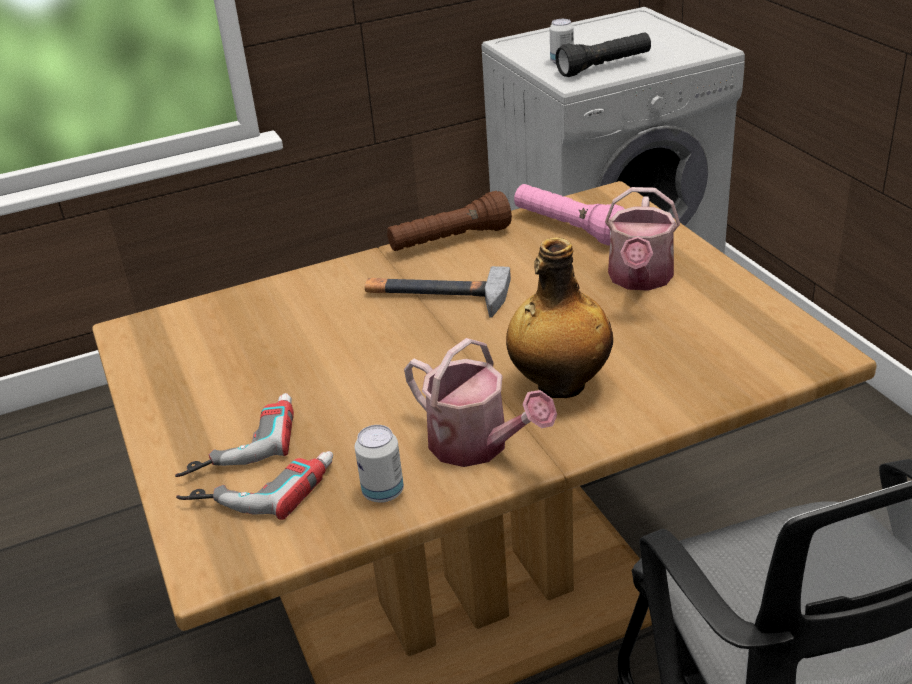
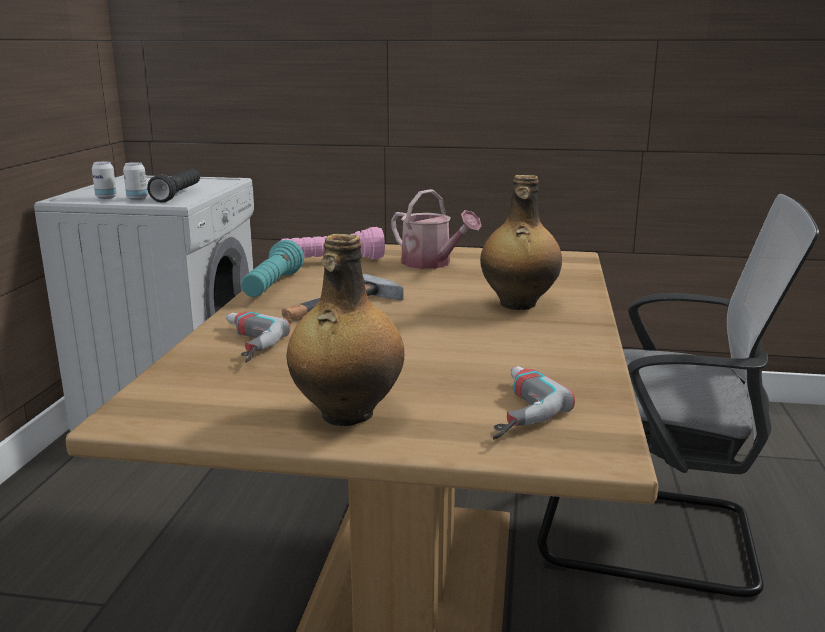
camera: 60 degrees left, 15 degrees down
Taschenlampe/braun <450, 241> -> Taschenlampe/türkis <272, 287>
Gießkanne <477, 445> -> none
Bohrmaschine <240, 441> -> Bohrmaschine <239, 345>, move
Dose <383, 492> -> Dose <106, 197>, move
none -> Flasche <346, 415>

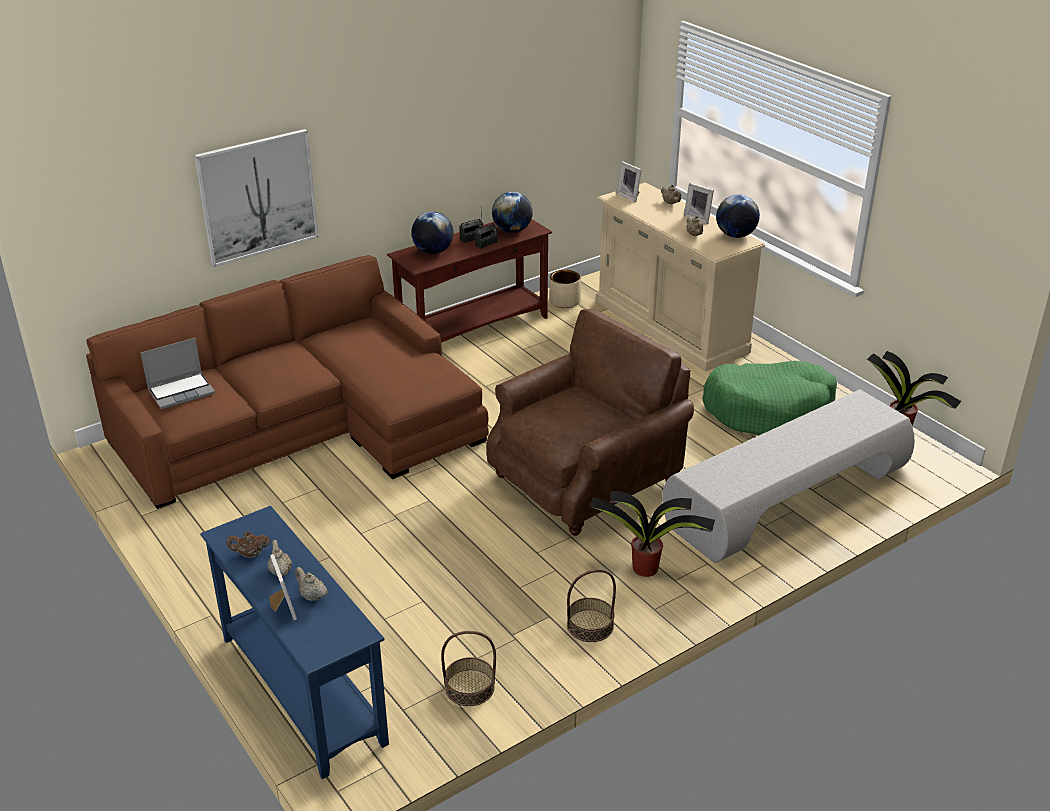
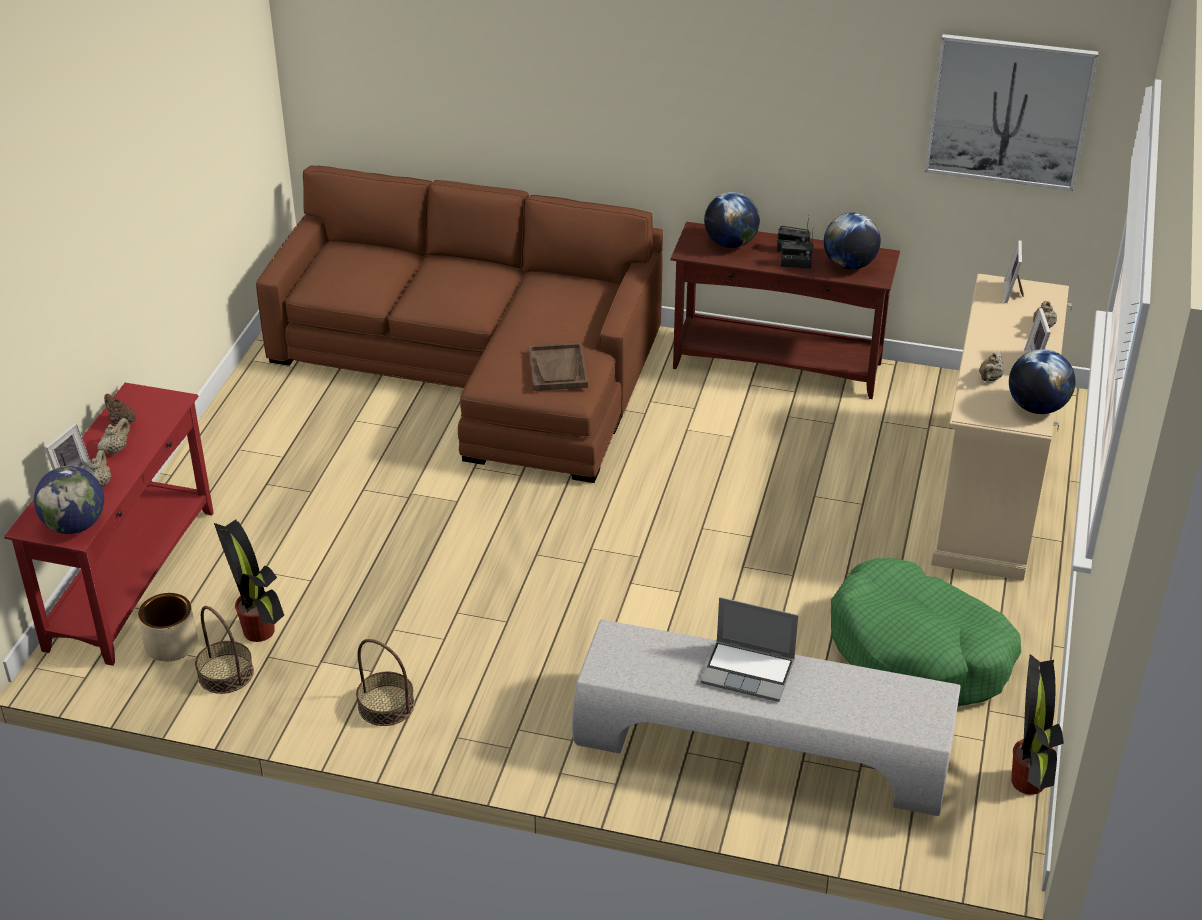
camera: 50 degrees right, 5 degrees up
Bild <258, 197> -> Bild <1009, 111>, move
Pflanzkübel/beige <565, 301> -> Pflanzkübel/beige <172, 644>, move
Sessel/braun <586, 480> -> none
Laptop <182, 391> -> Laptop <749, 672>, move
Topfpflanze <647, 568> -> Topfpflanze <259, 632>, move
Konsolentisch/blau <301, 690> -> Konsolentisch/rot <131, 578>
none -> Tablett/braun <558, 369>
none -> Globus <75, 525>

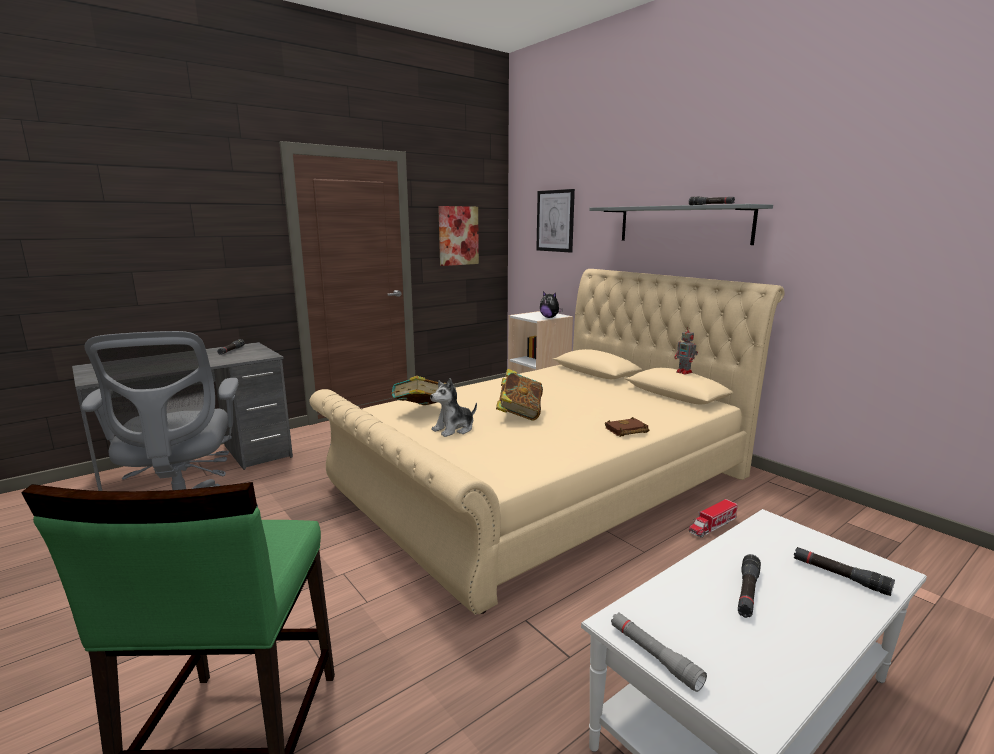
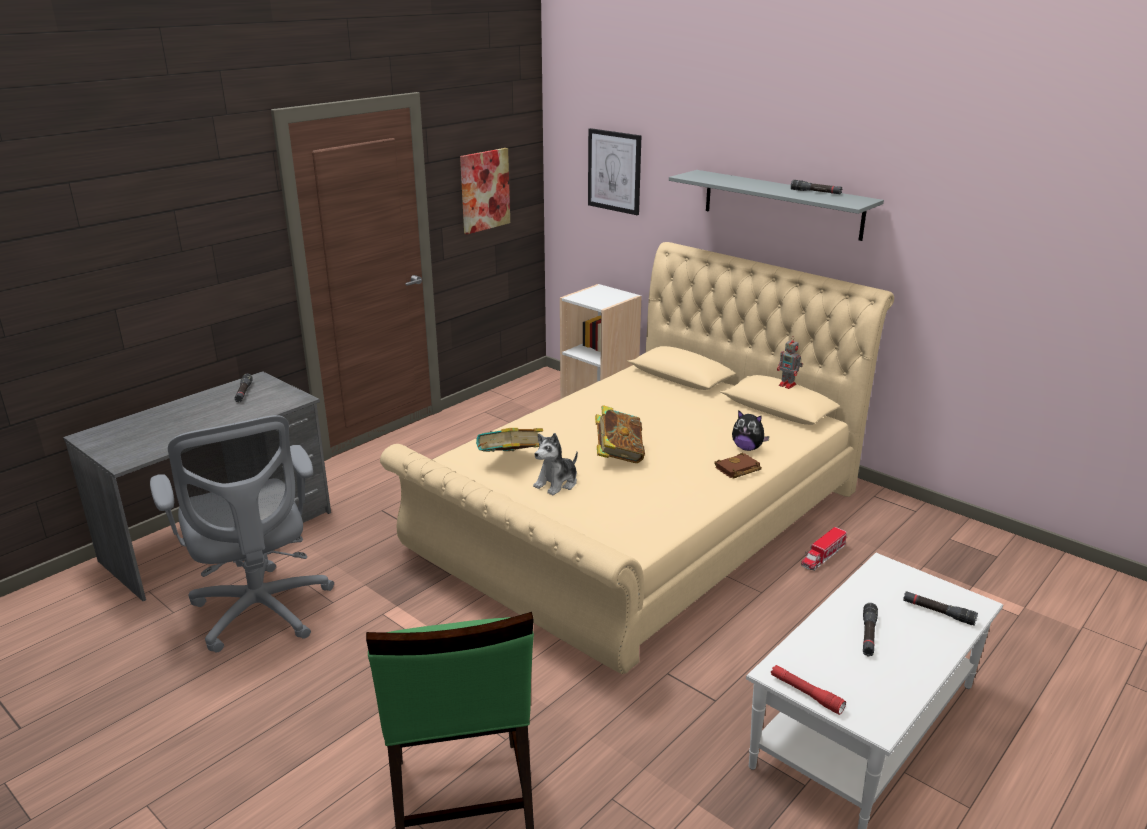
camera: 10 degrees left, 10 degrees up
Plüschtier <549, 317> -> Plüschtier <747, 448>, move
Taschenlampe/grau <654, 656> -> Taschenlampe/rot <806, 694>

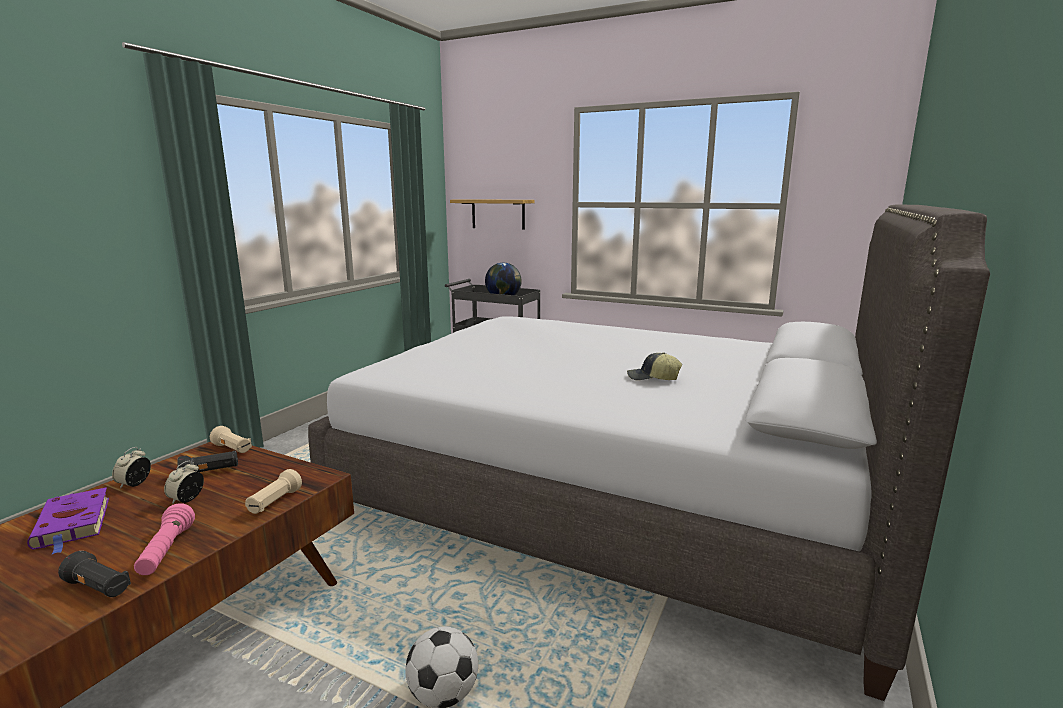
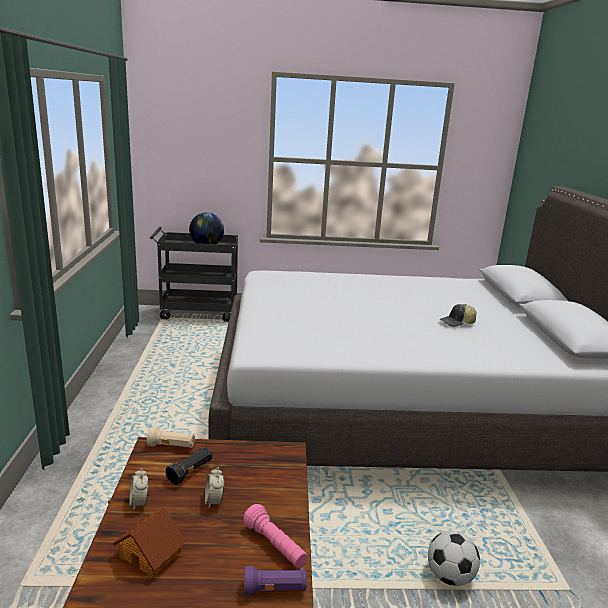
camera: 30 degrees left, 5 degrees up
Wandregal <498, 214> -> none
Taschenlampe/beige <274, 502> -> none
Buch/lila <73, 524> -> Spielzeughaus <151, 554>
Taschenlampe/schwarz <99, 588> -> Taschenlampe/lila <275, 590>

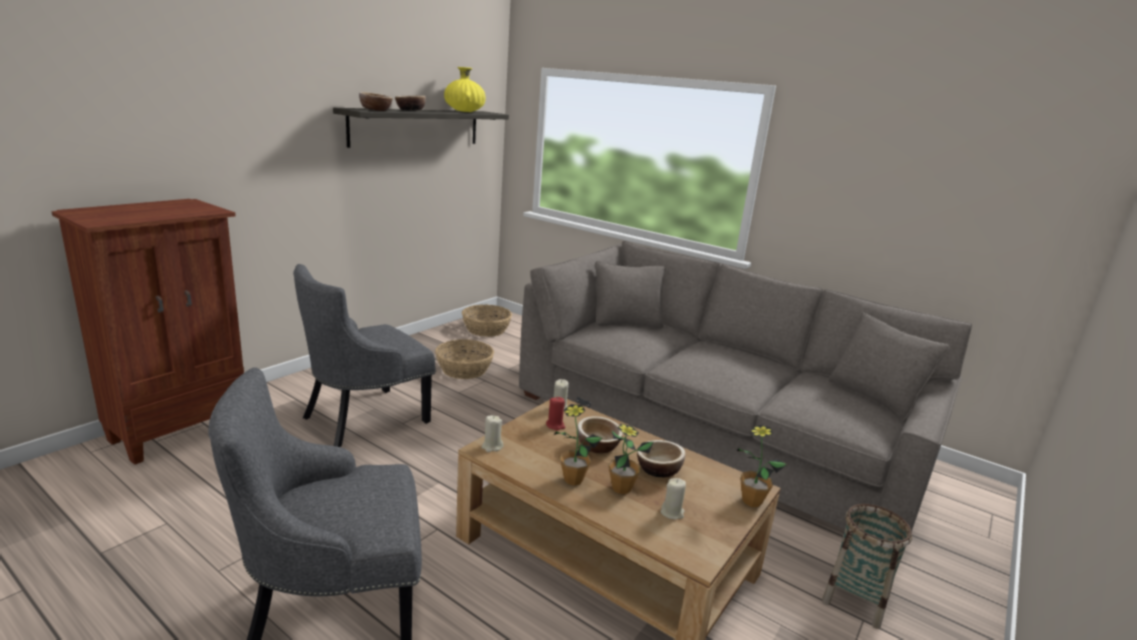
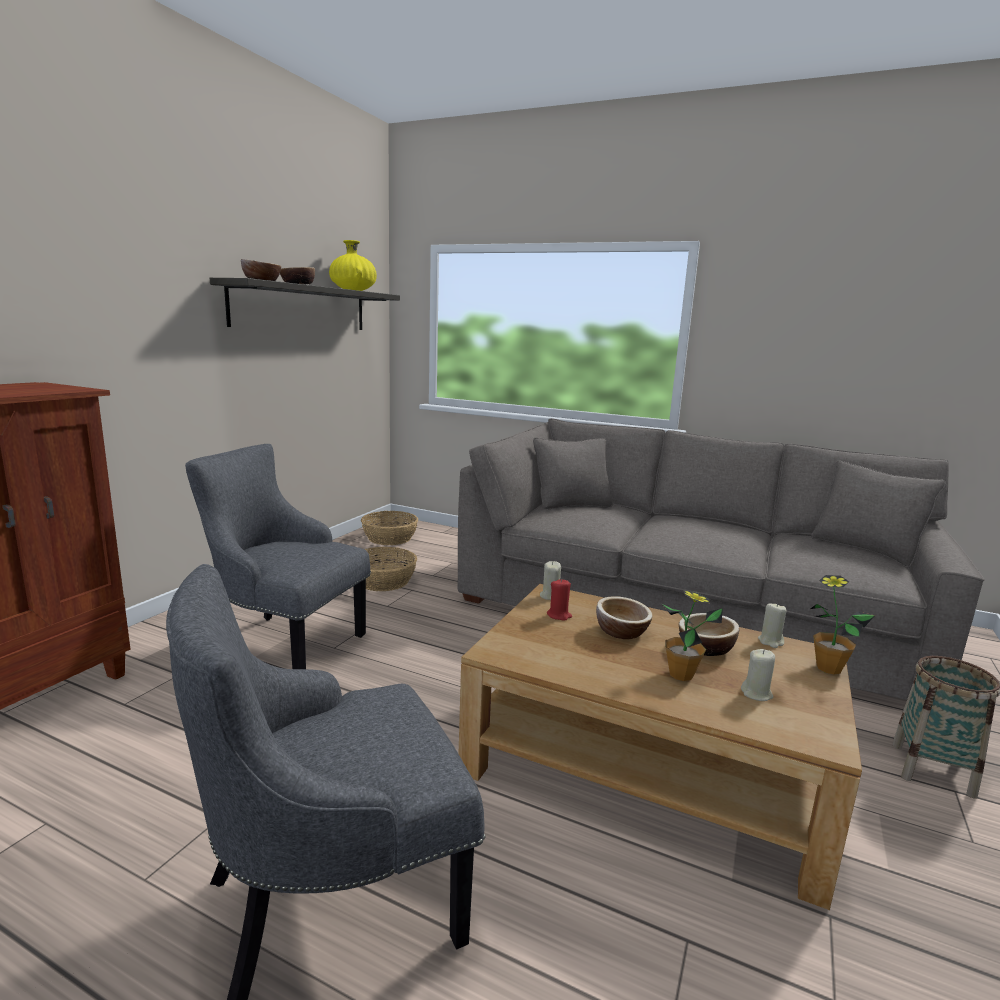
camera: 10 degrees left, 5 degrees down
Sessel/grau <367, 418> -> Sessel/grau <287, 647>, 75 degrees clockwise
Topfpflanze <573, 480> -> none
Kerze/beige <492, 446> -> Kerze/beige <771, 641>, move

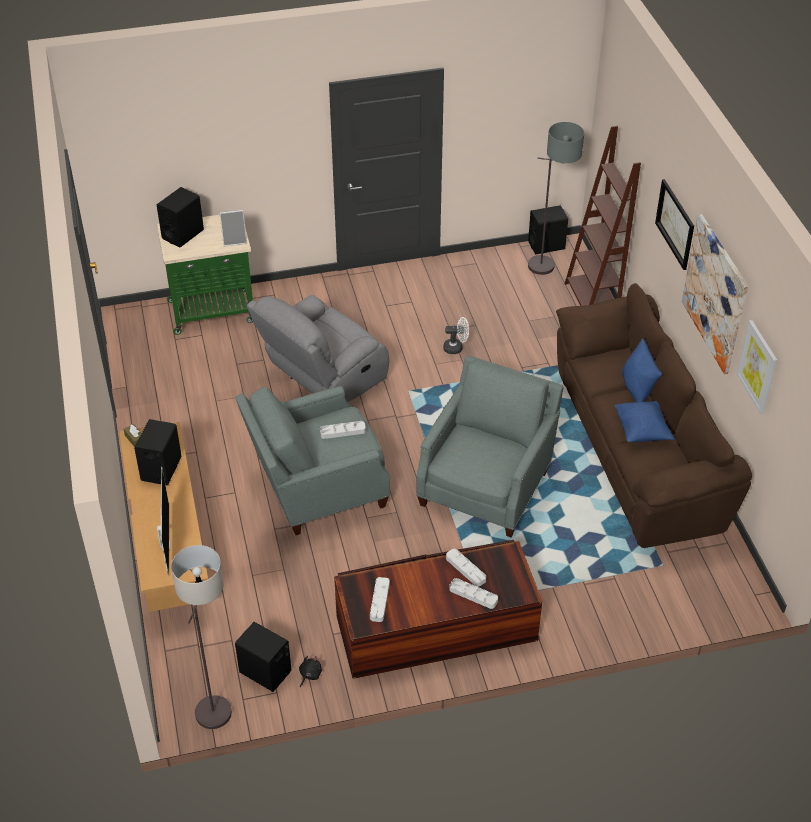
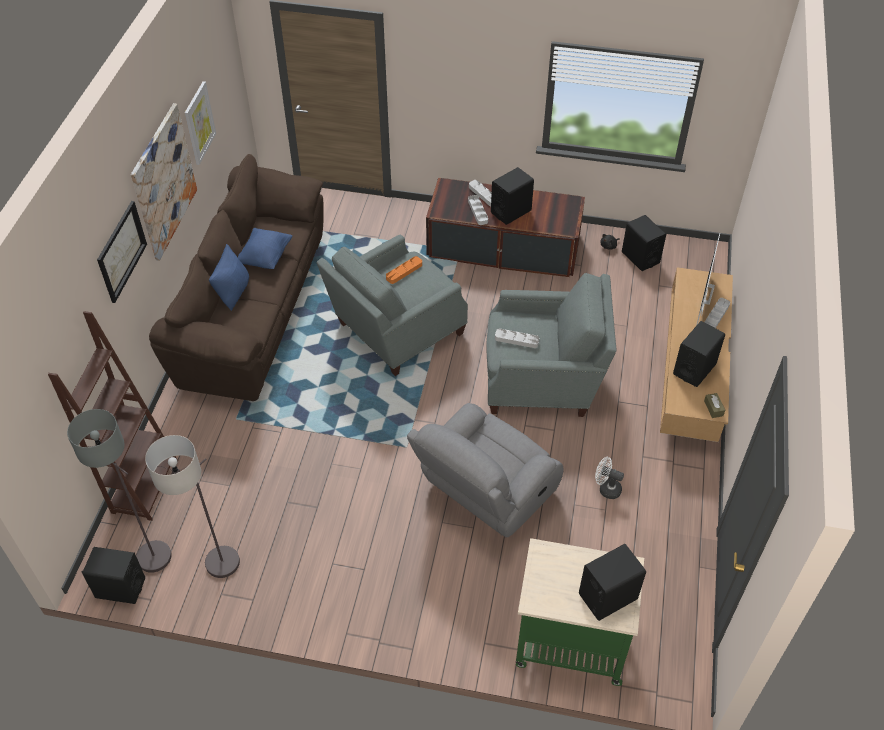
camera: 155 degrees left, 5 degrees up
Bilderrahmen <235, 240> -> none
Sessel/grau <322, 379> -> Sessel/grau <484, 494>, 150 degrees clockwise
Ventilator/weiß <456, 348> -> Ventilator/weiß <606, 488>, move
Stehlampe/grau <217, 704> -> Stehlampe/grau <215, 570>, move
Tablett/grau <379, 601> -> Tablett/grau <716, 316>, move
none -> Lautsprecher/schwarz <511, 211>
none -> Tablett/orange <404, 271>

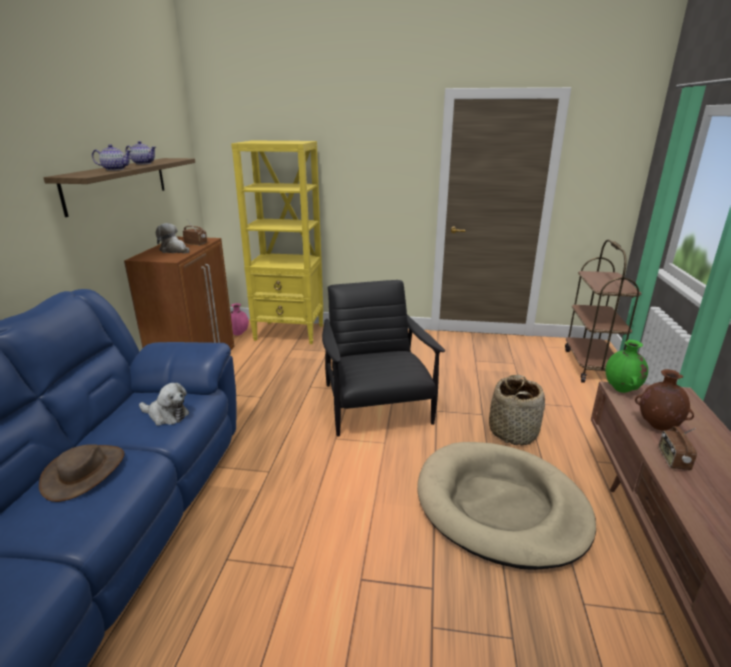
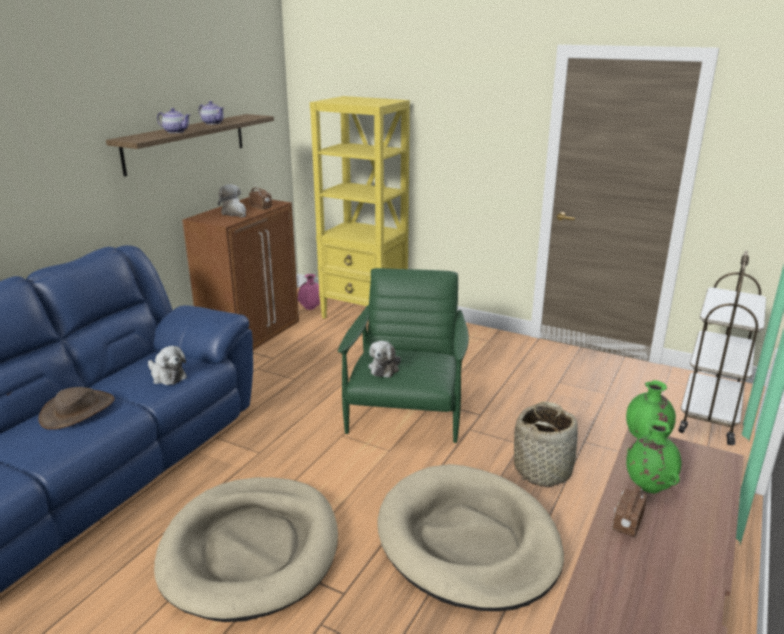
camera: 20 degrees right, 0 degrees up
Rollwagen/braun <590, 366> -> Rollwagen/weiß <710, 414>
Sessel/schwarz <376, 406> -> Sessel/grün <406, 411>
Vase/braun <657, 426> -> Vase/grün <648, 487>
none -> Plüschtier <384, 368>
none -> Hundebett/beige <251, 550>

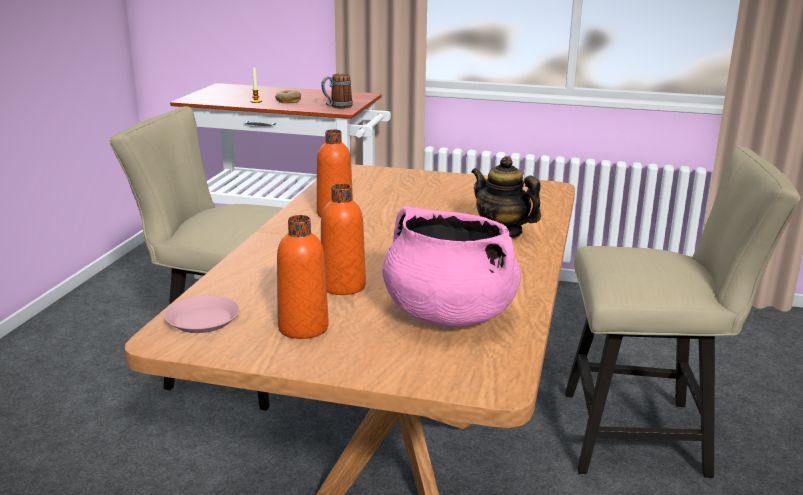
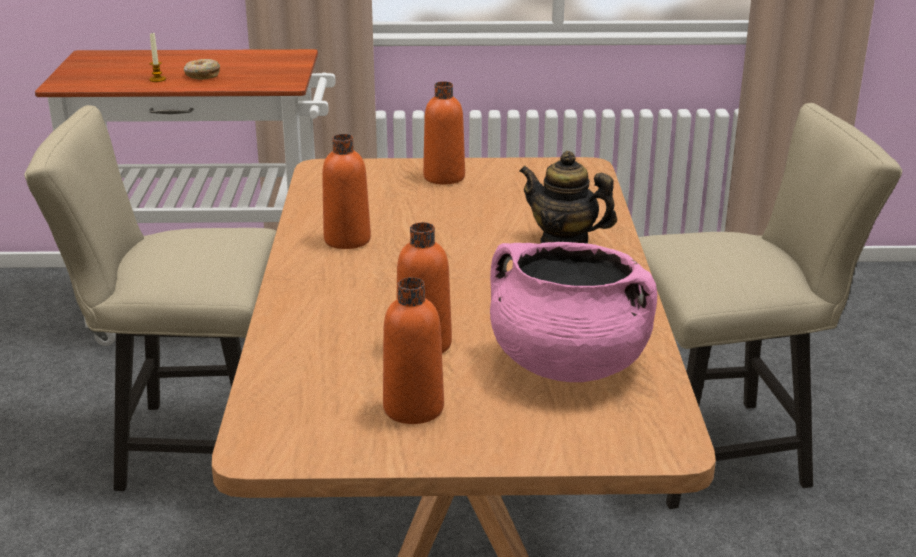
camera: 15 degrees left, 5 degrees up
Henkelbecher <337, 106> -> none
Teller/rosa <202, 320> -> none
none -> Flasche/orange <444, 177>

